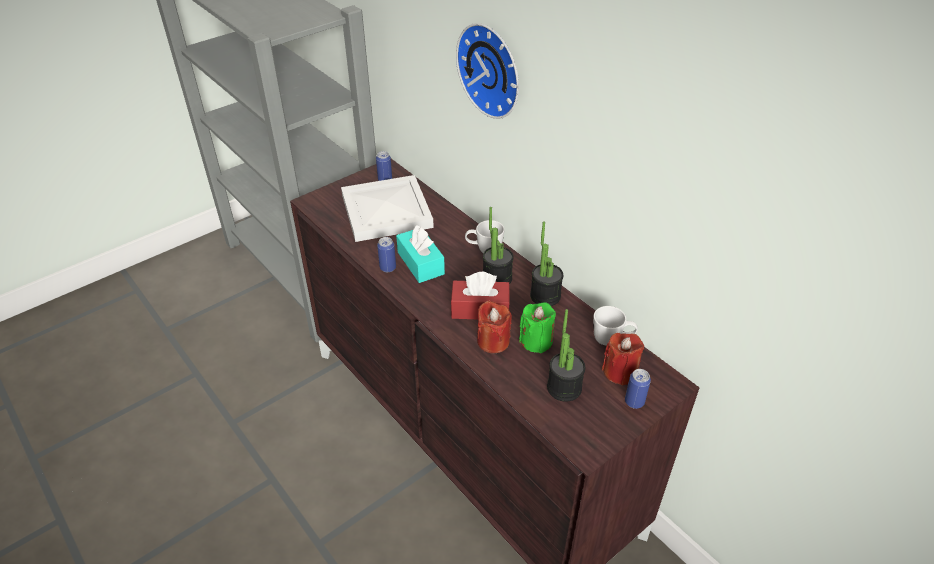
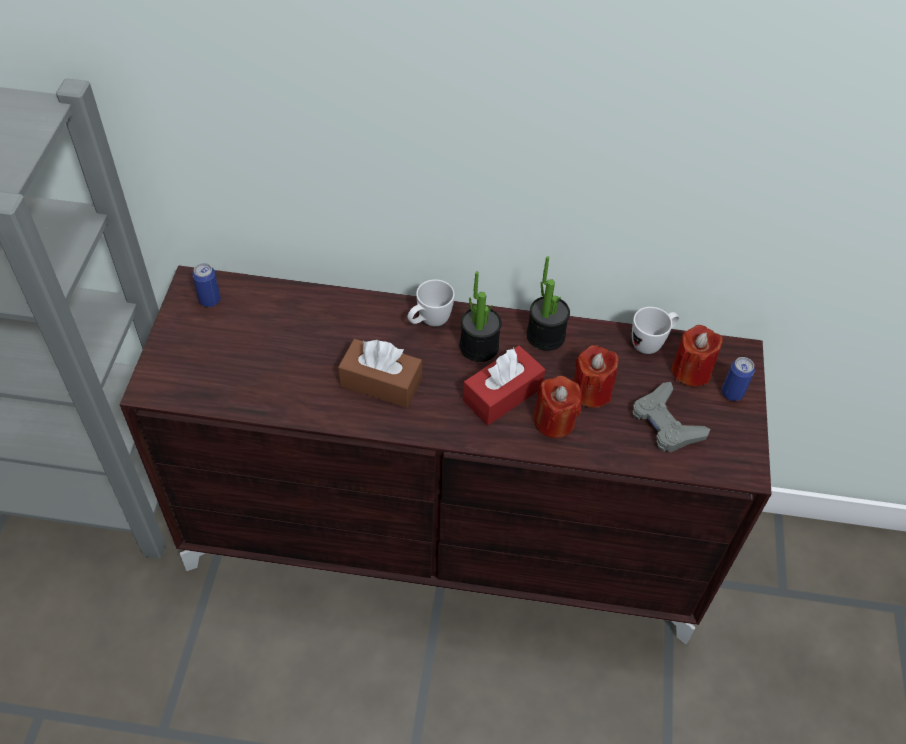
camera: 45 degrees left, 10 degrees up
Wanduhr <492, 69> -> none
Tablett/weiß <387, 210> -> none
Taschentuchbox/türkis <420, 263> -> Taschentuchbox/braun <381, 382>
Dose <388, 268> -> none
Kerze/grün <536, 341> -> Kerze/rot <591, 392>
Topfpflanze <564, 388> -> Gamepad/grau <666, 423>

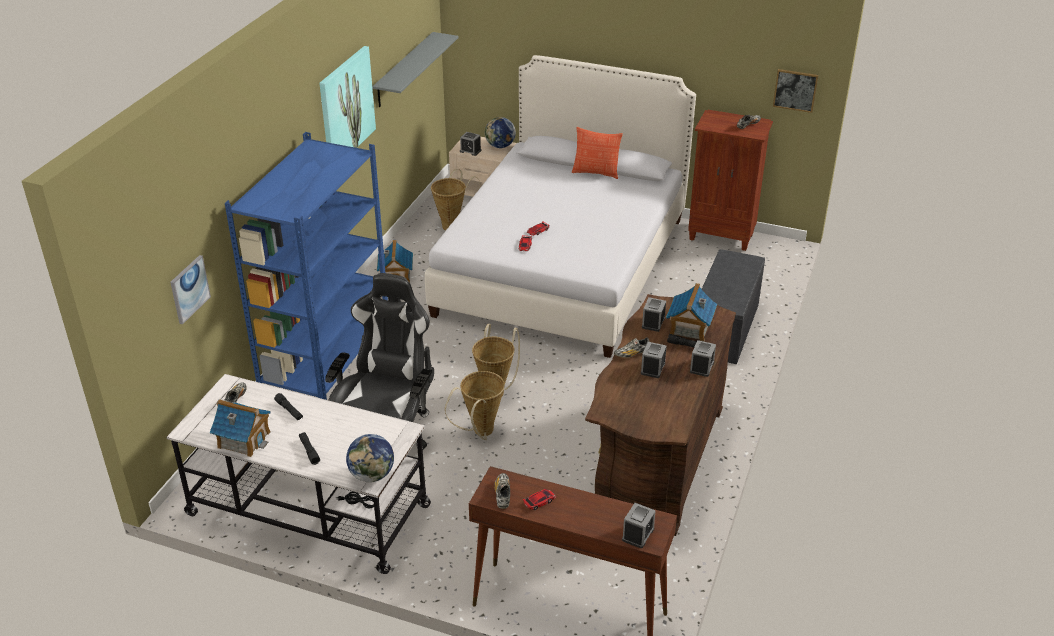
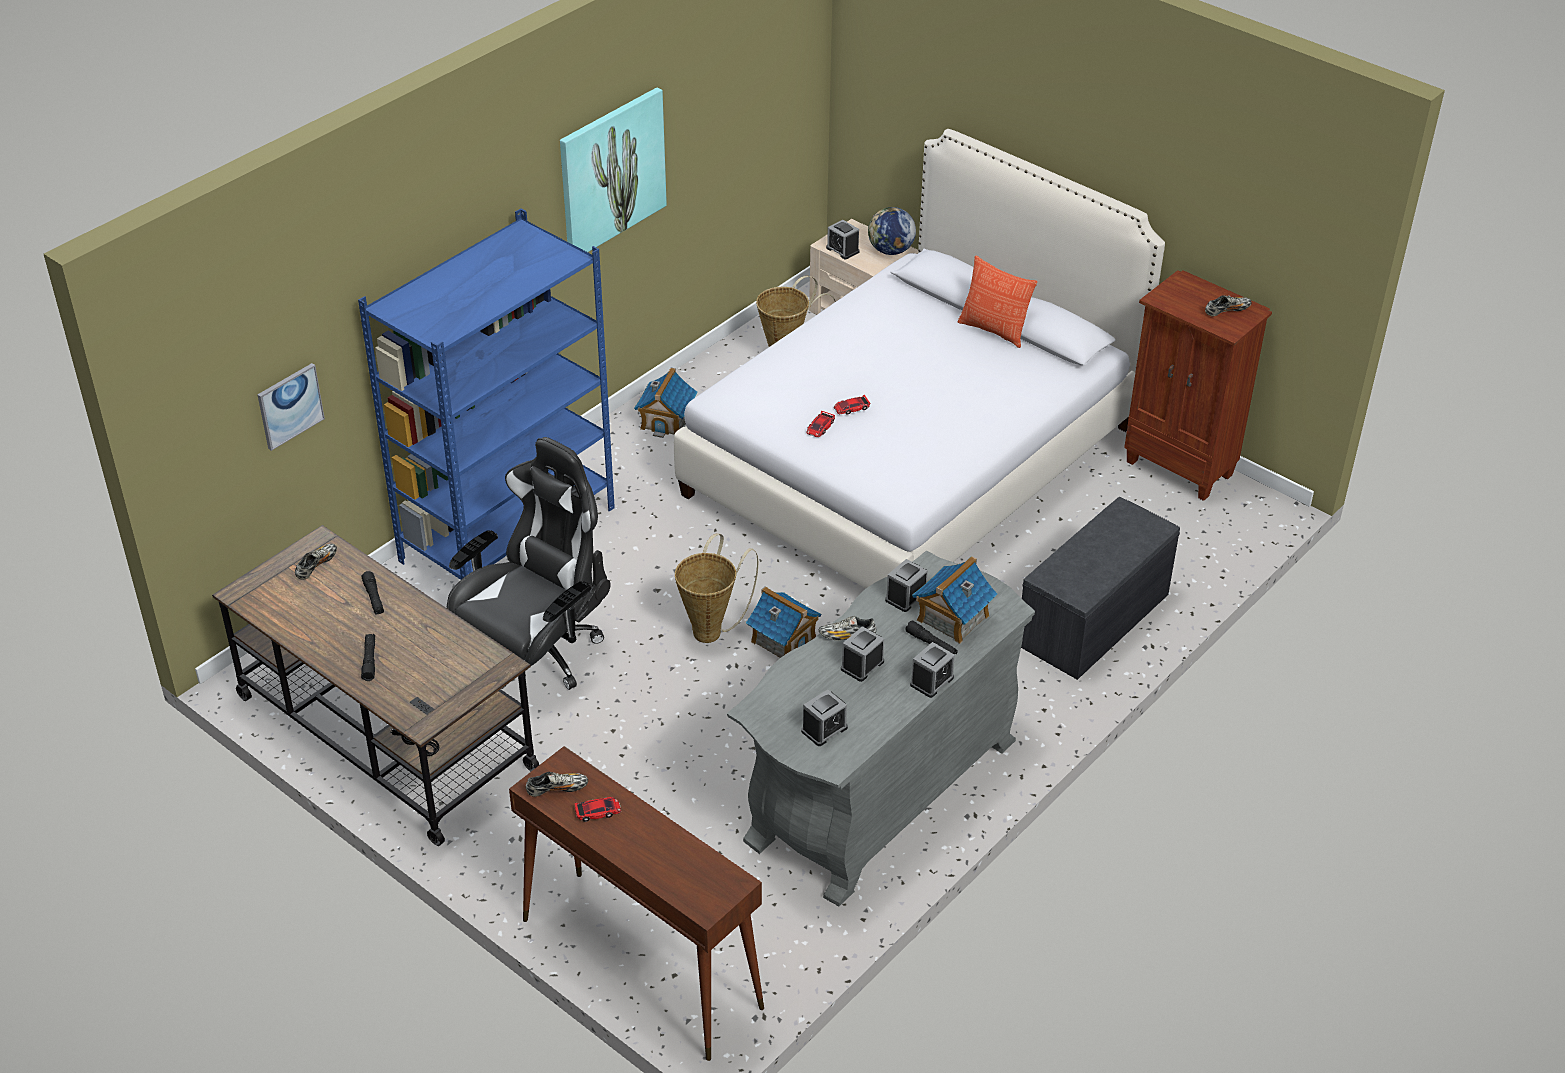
camera: 20 degrees right, 5 degrees up
Wandregal/grau <404, 70> -> none
Bild <795, 90> -> none
Kommode/braun <655, 456> -> Kommode/grau <876, 786>
Korb <480, 433> -> none
Schreibtisch/weiß <309, 510> -> Schreibtisch/braun <386, 733>
Spielzeughaus <244, 439> -> Spielzeughaus <783, 639>, move
Globus <372, 475> -> none
Schuh <503, 495> -> Schuh <557, 789>, 60 degrees clockwise
Wecker <638, 534> -> Wecker <824, 729>, move

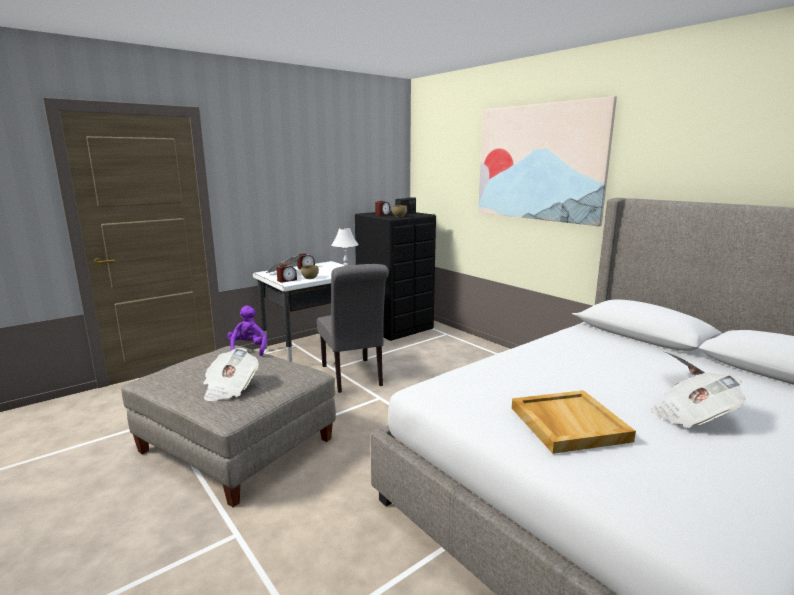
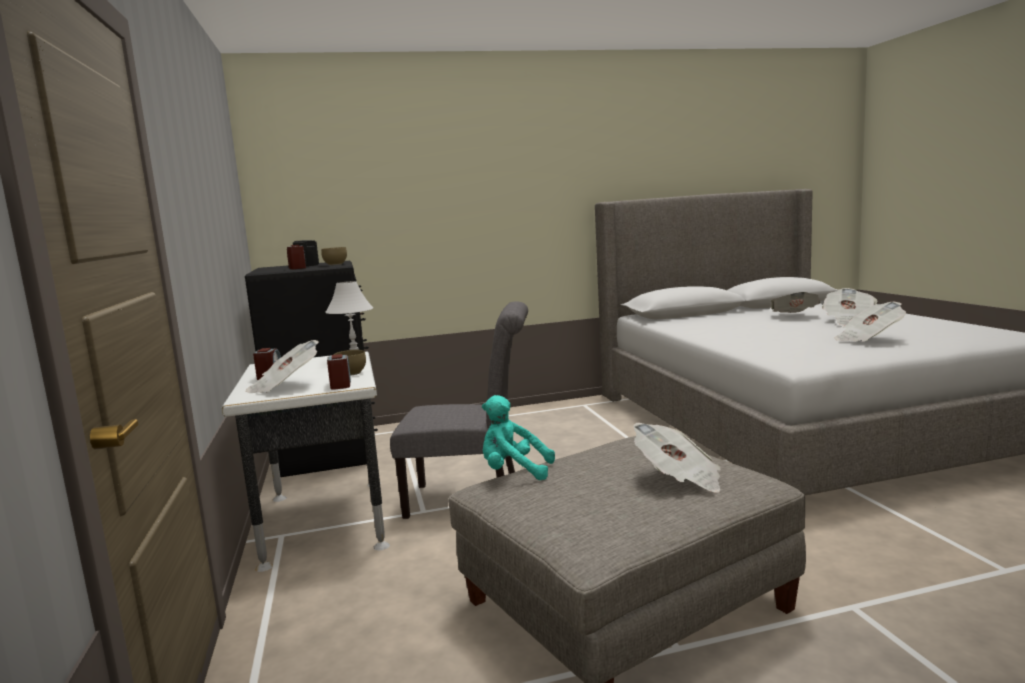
camera: 65 degrees left, 5 degrees down
Bild <539, 163> -> none
Plüschtier/lila <248, 349> -> Plüschtier/türkis <514, 472>
Tablett/beige <567, 423> -> Zeitung <868, 339>

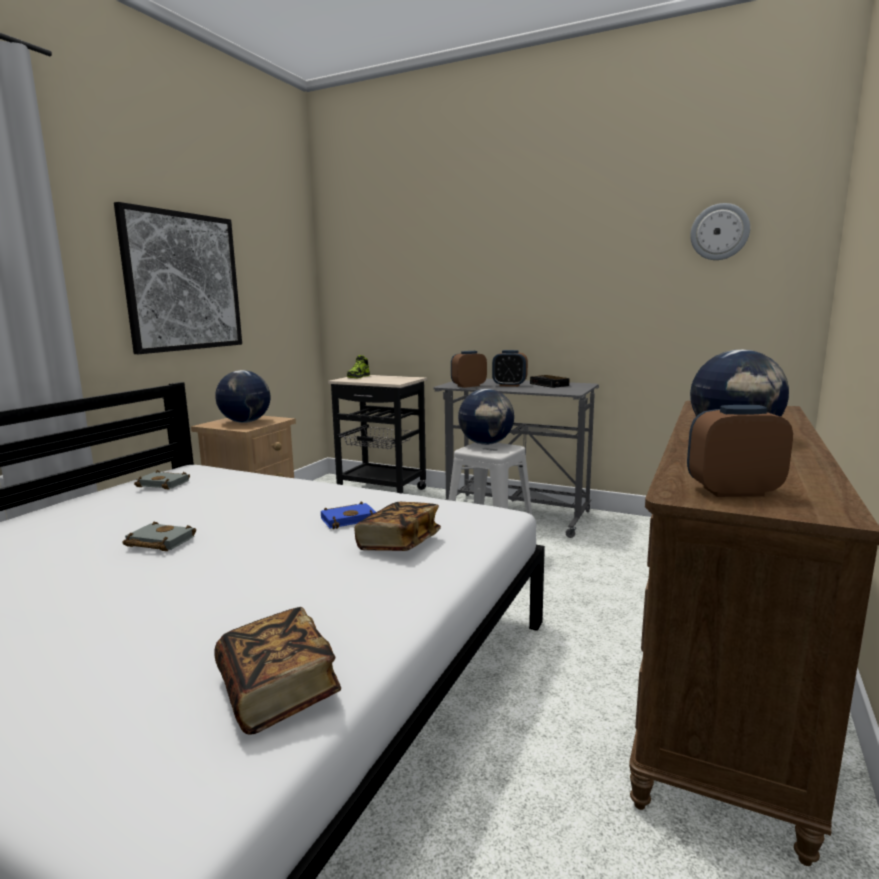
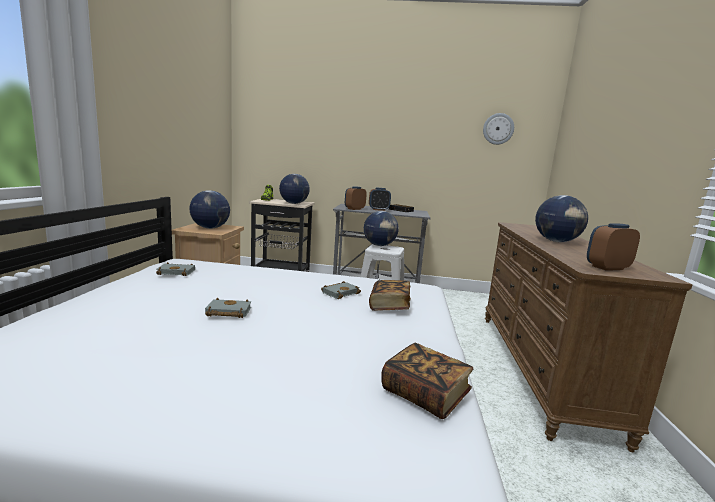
camera: 20 degrees left, 0 degrees up
Bild <183, 282> -> none
Buch/blau <349, 519> -> Buch/grau <340, 292>
none -> Globus <294, 203>

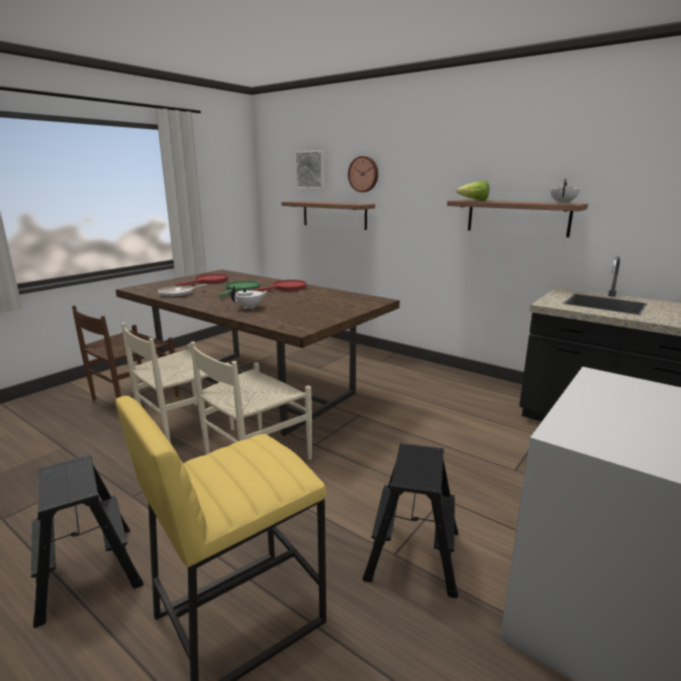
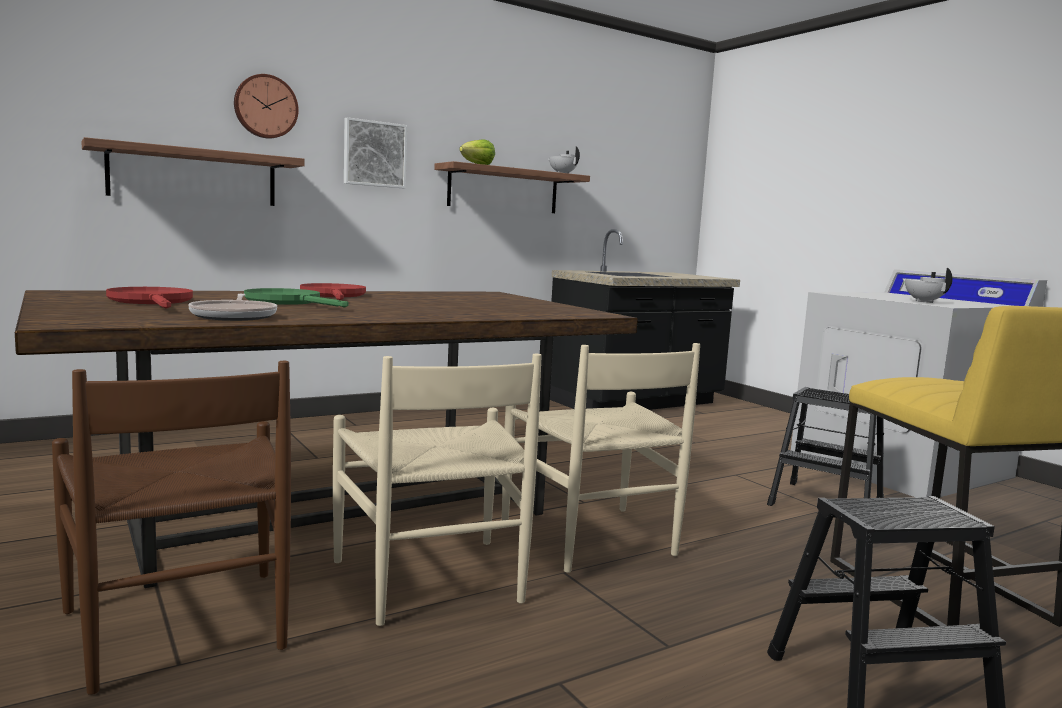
camera: 70 degrees left, 10 degrees down
Bild <311, 170> -> Bild <374, 154>, move
Teekanne/weiß <250, 307> -> Teekanne/weiß <924, 302>, move

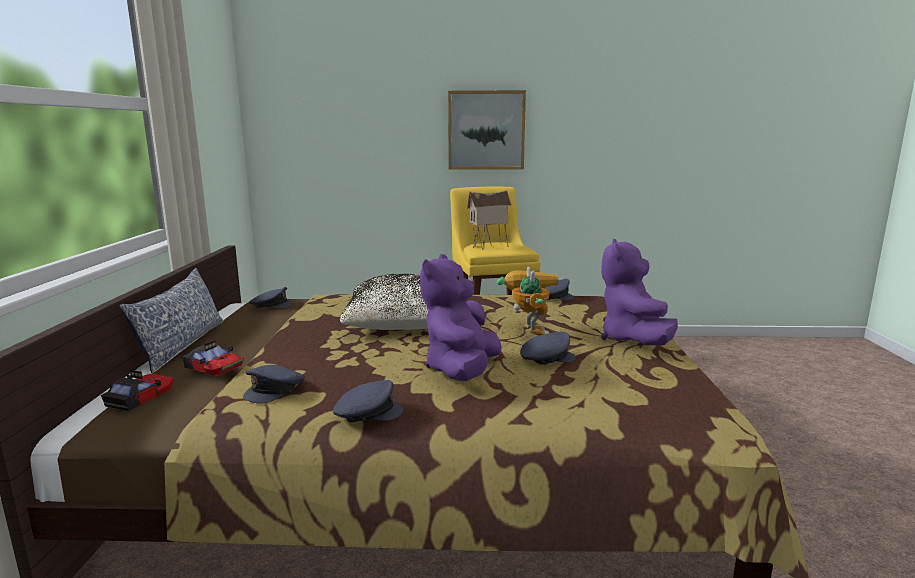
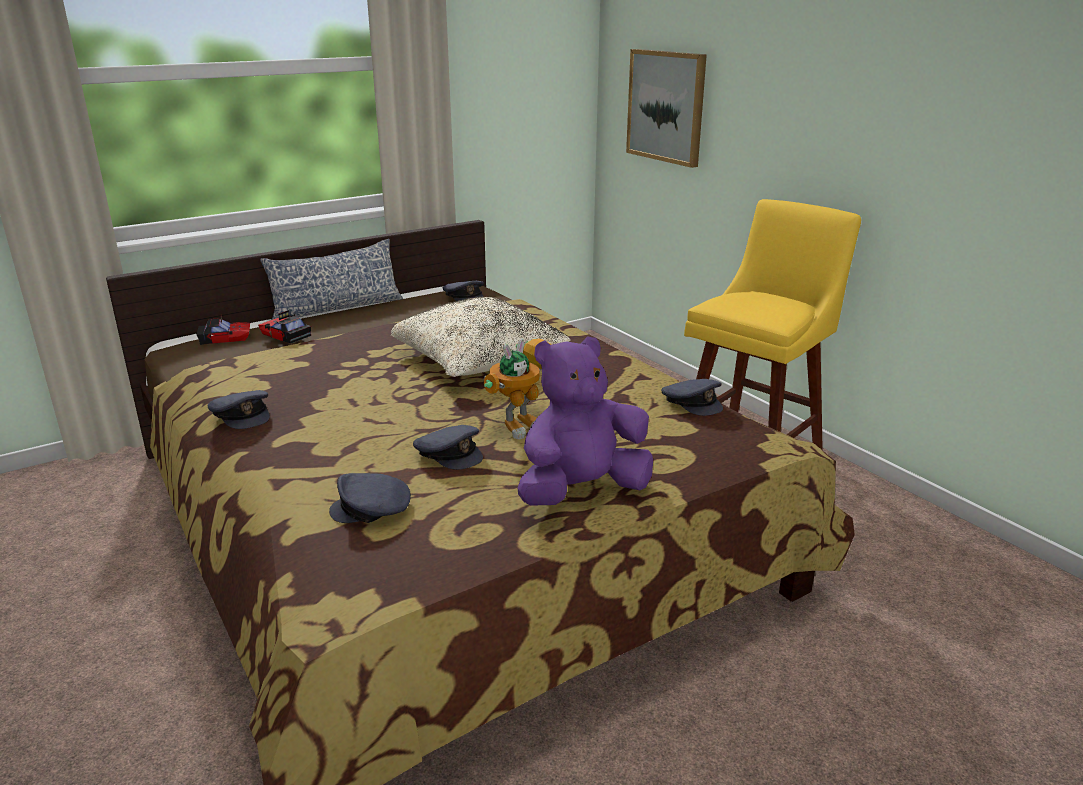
camera: 55 degrees right, 10 degrees up
Bild <486, 130> -> Bild <666, 106>, move
Spielzeughaus <489, 247> -> none
Plüschtier/lila <461, 371> -> none
Spielzeugauto <214, 366> -> Spielzeugauto <285, 334>, 135 degrees clockwise
Kappe/grau <275, 390> -> Kappe/grau <372, 509>, move

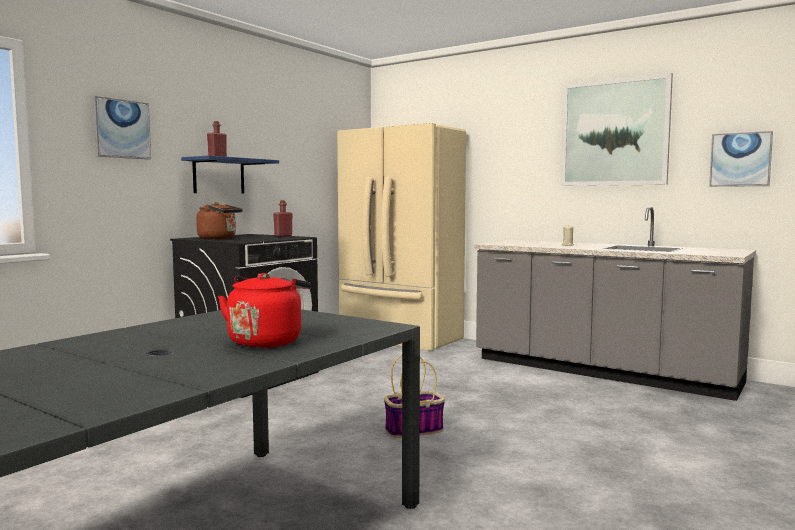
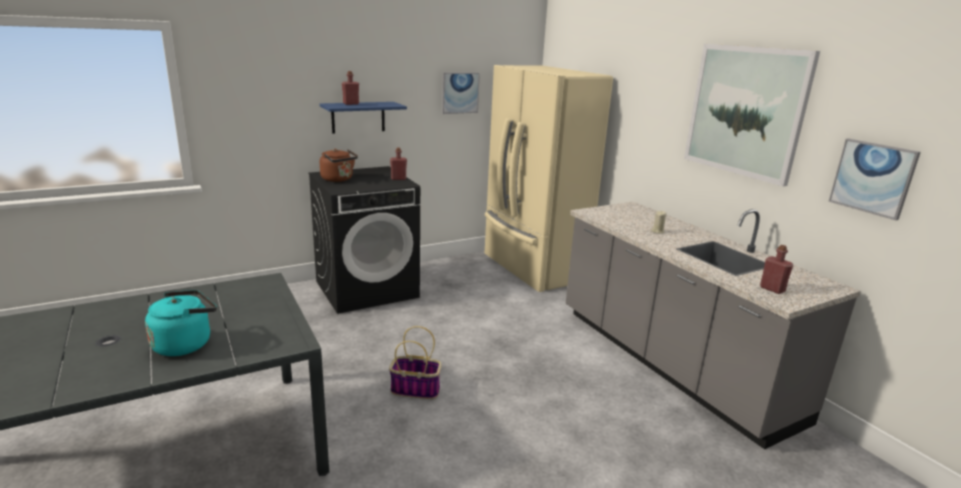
camera: 25 degrees right, 15 degrees up
Bild <122, 129> -> Bild <460, 93>, move
Wasserkessel/rot <266, 341> -> Wasserkessel/türkis <186, 344>
none -> Flasche/rot <772, 289>

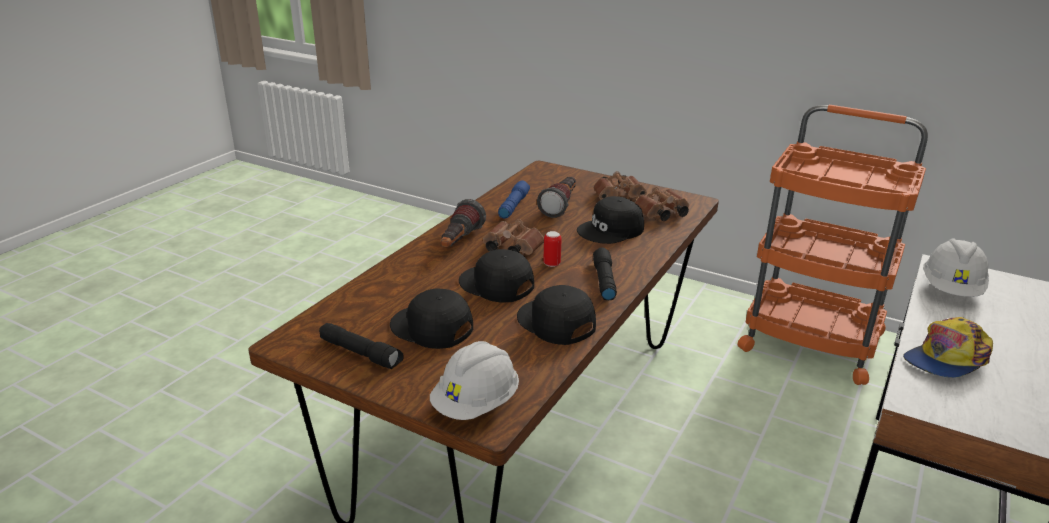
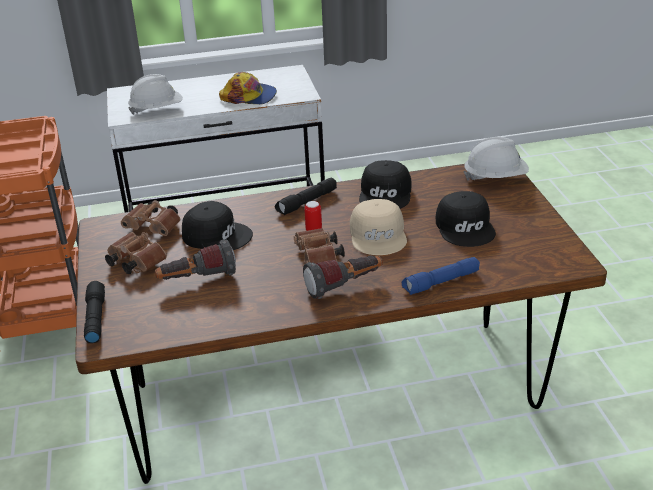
camera: 130 degrees left, 5 degrees up
Taschenlampe/blau <513, 205> -> Taschenlampe/blau <441, 283>, move
Kappe/schwarz <496, 285> -> Kappe/beige <379, 235>
Taschenlampe/schwarz <361, 353> -> Taschenlampe/schwarz <94, 318>, move

